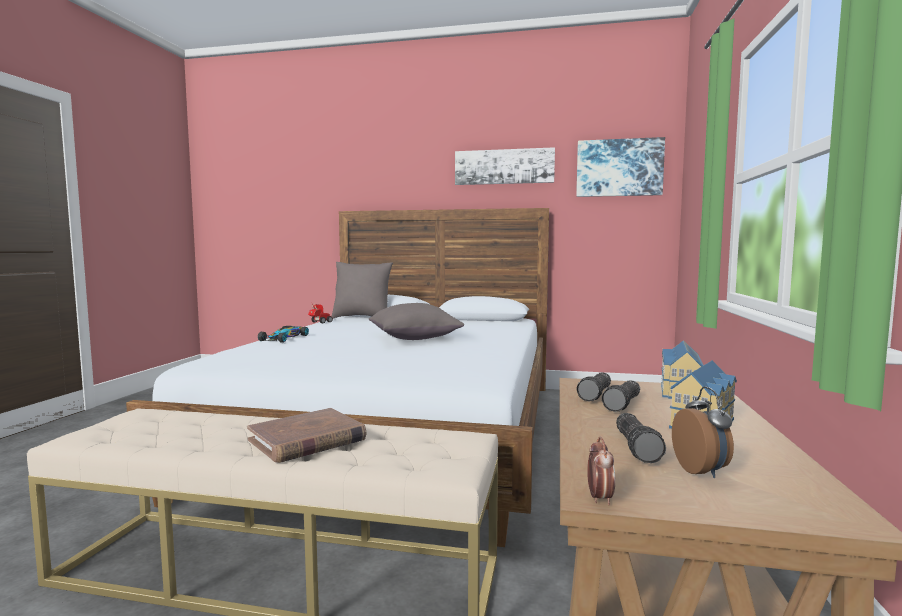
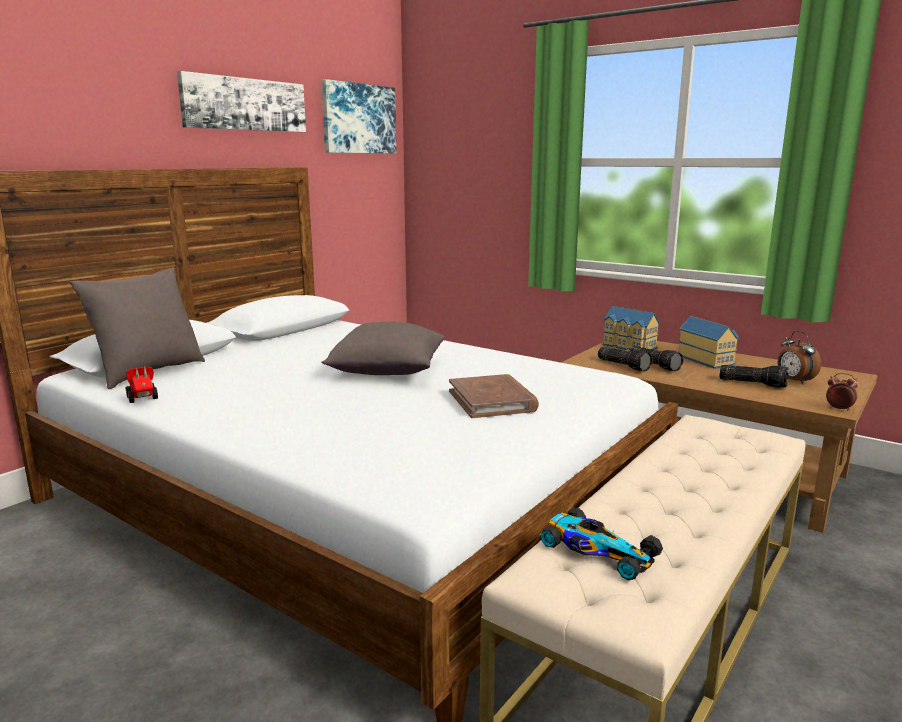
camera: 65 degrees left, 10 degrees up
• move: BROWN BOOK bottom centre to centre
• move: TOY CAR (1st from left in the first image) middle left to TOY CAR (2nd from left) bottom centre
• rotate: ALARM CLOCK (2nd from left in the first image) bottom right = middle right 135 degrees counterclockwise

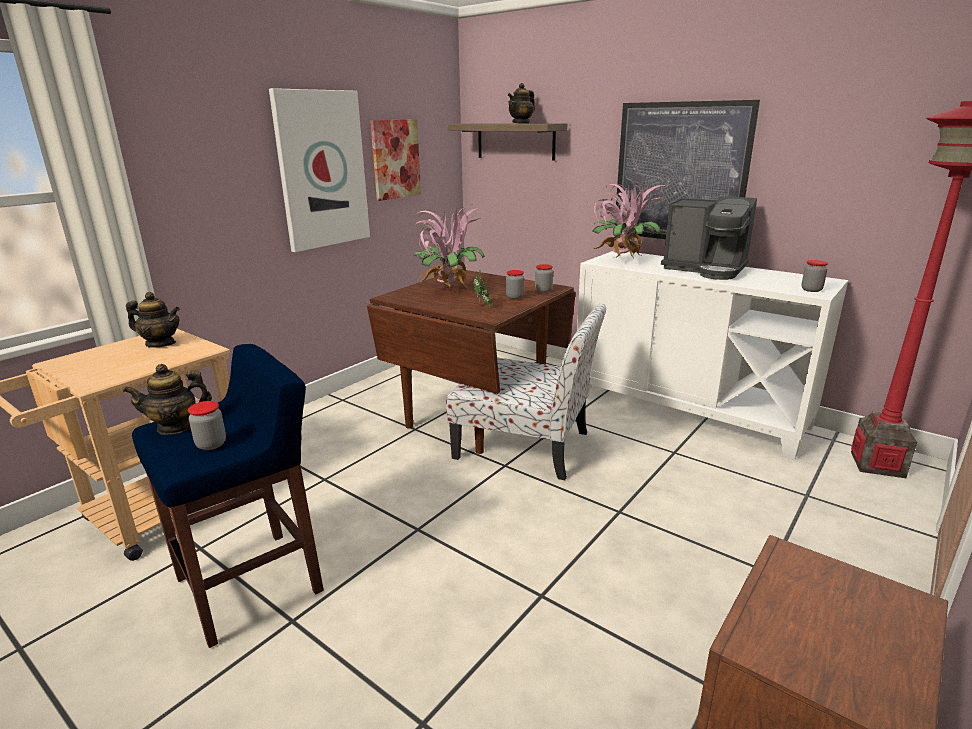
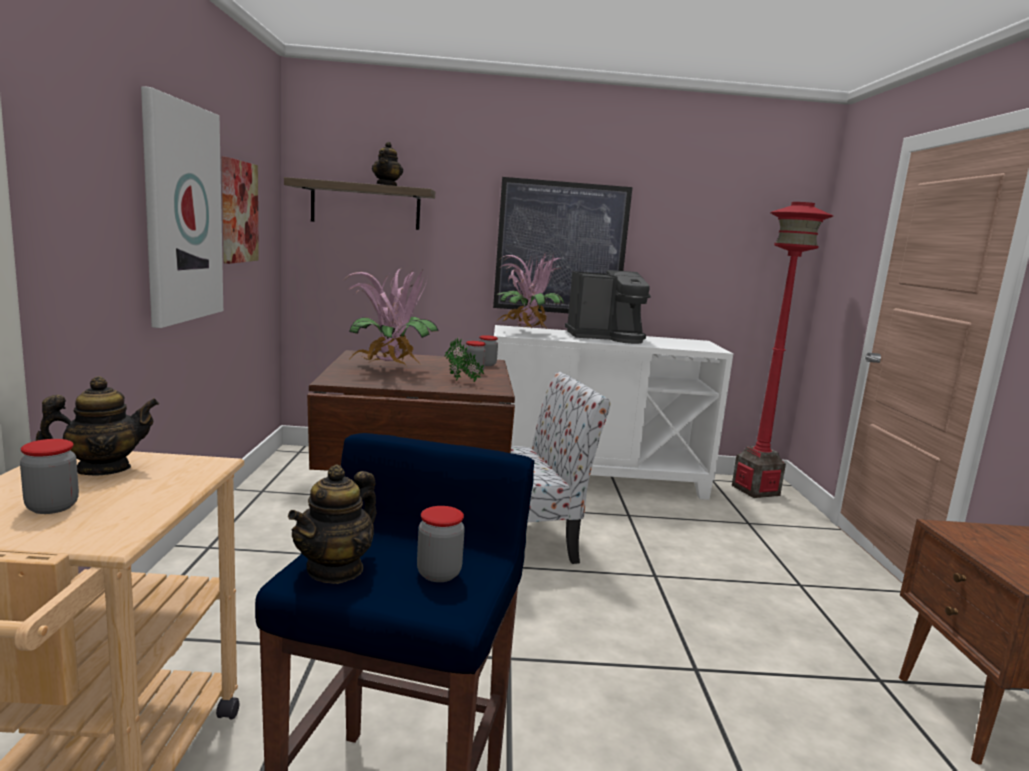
camera: 40 degrees left, 10 degrees down
• move: JAR (4th from left in the first image) middle right to JAR (1st from left) middle left

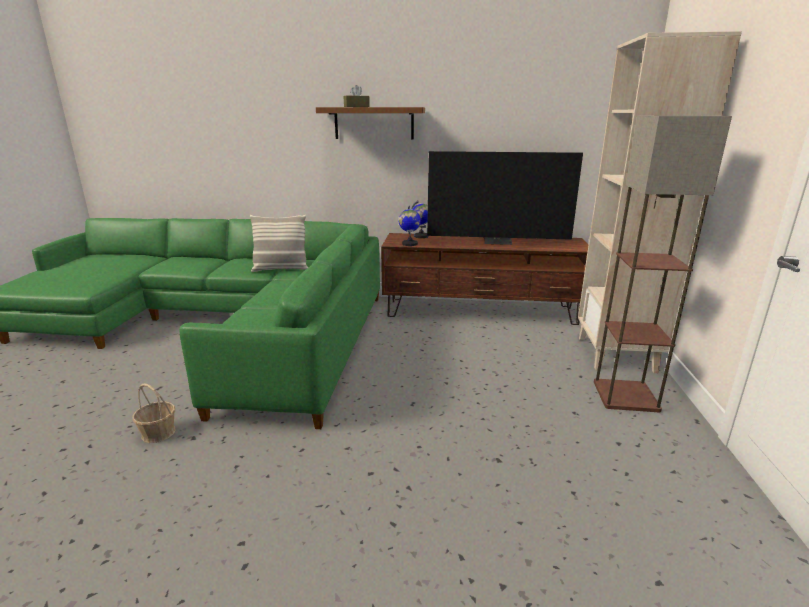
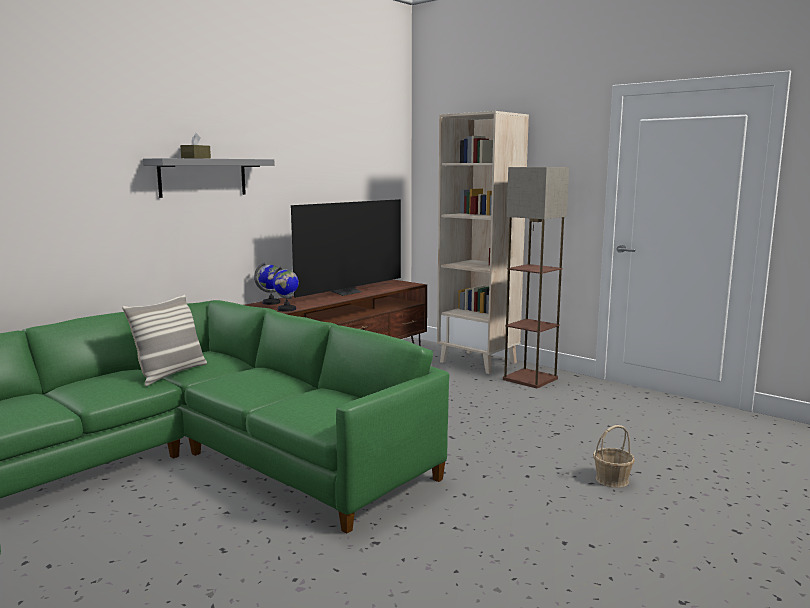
camera: 55 degrees left, 10 degrees down
• move: BASKET bottom left to bottom right
• recolor: BROWN SHELF top centre to GREY SHELF top left

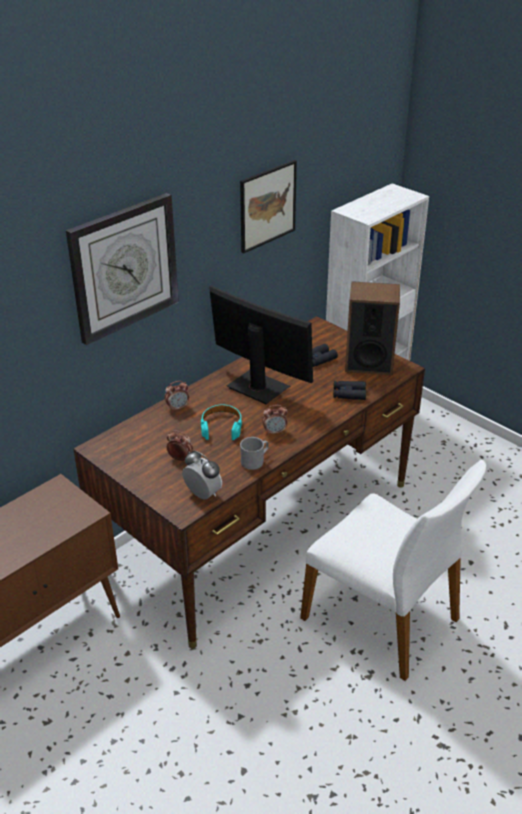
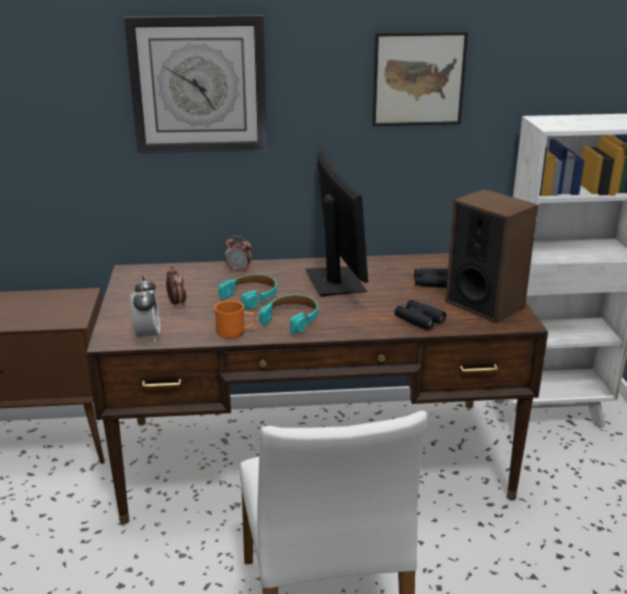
camera: 40 degrees right, 10 degrees down
• replace: ALARM CLOCK (4th from left) centre to TURQUOISE HEADPHONES (2nd from left) centre
• recolor: GREY MUG centre to ORANGE MUG centre

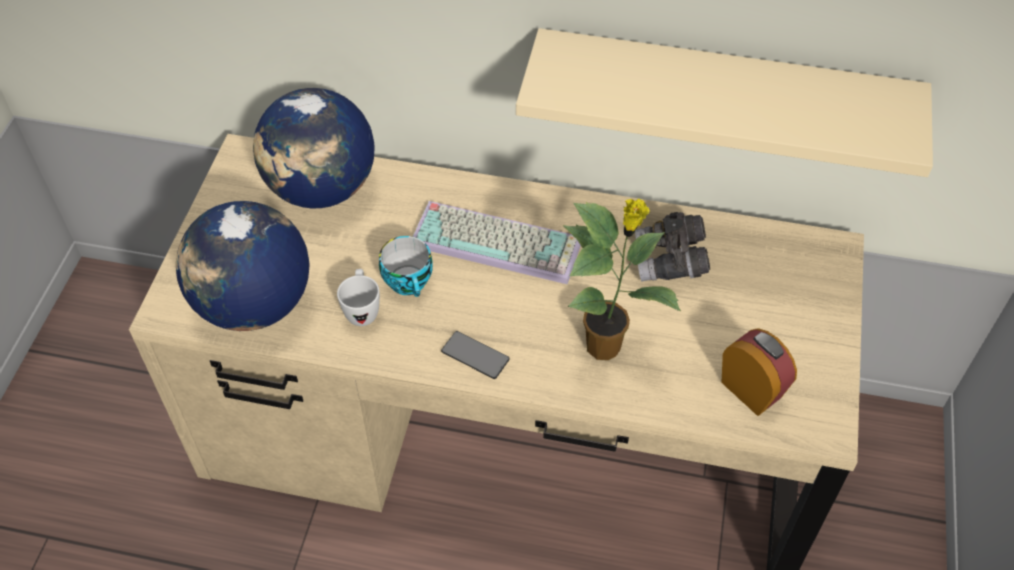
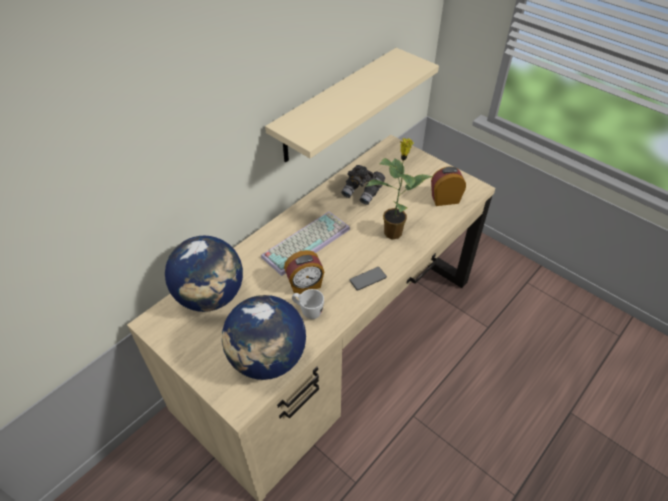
camera: 60 degrees left, 5 degrees down
• replace: CUP centre to ALARM CLOCK (1st from left) centre

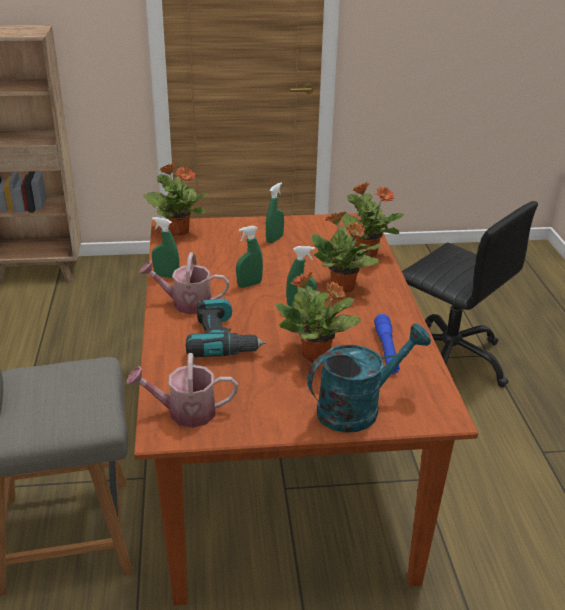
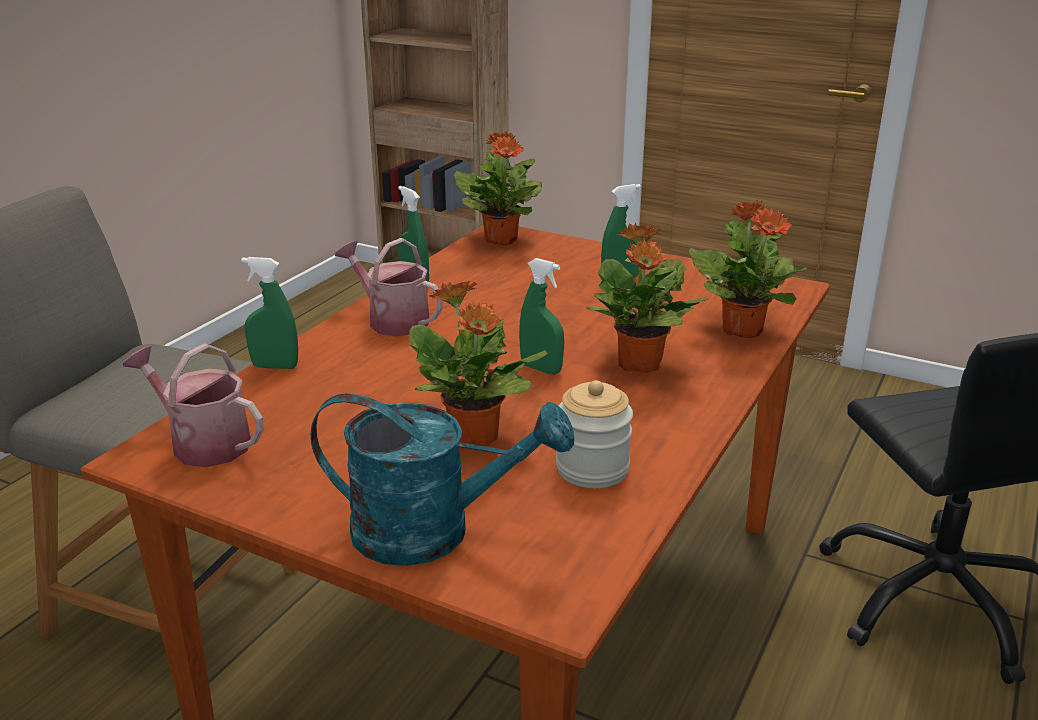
camera: 35 degrees right, 5 degrees down
• delete: POWER DRILL centre
• move: GREEN SPRAY BOTTLE (2nd from left in the first image) centre to GREEN SPRAY BOTTLE (1st from left) middle left
• replace: BLUE FLASHLIGHT middle right to JAR centre

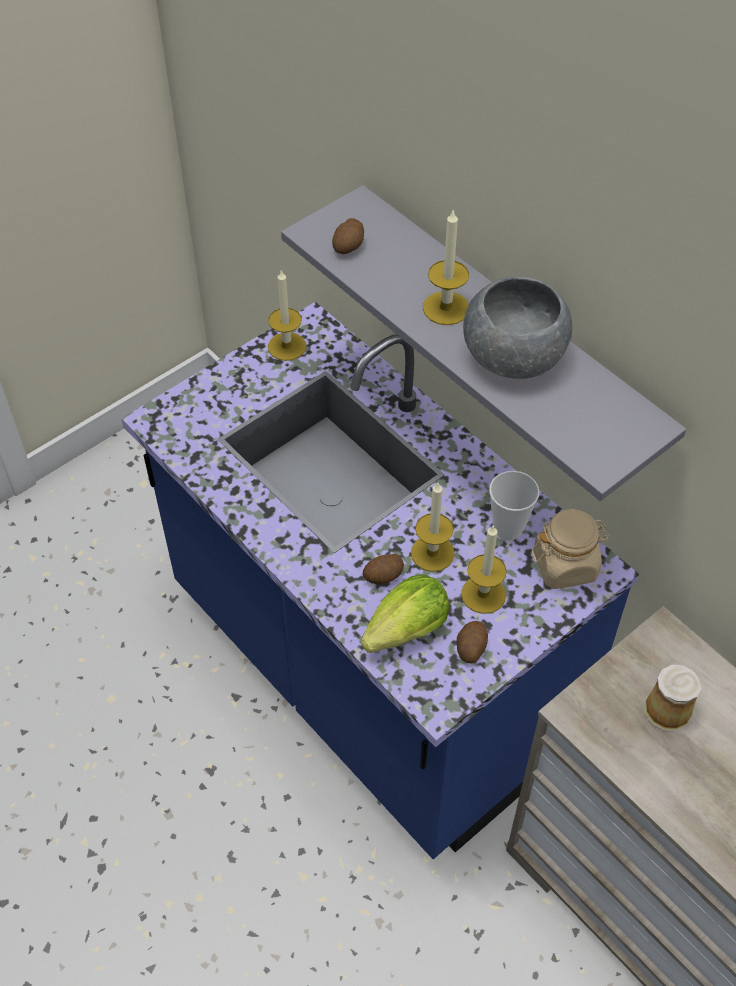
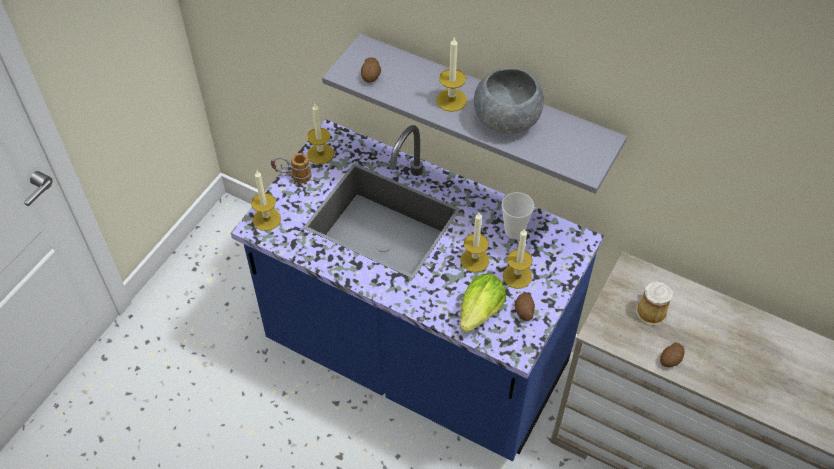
camera: 20 degrees left, 0 degrees up
• delete: BEIGE JAR middle right
• insert: CANDLE (1st from left) middle left
• insert: MUG (1st from left) centre
• move: POTATO (2nd from left in the first image) centre to POTATO (3rd from left) bottom right

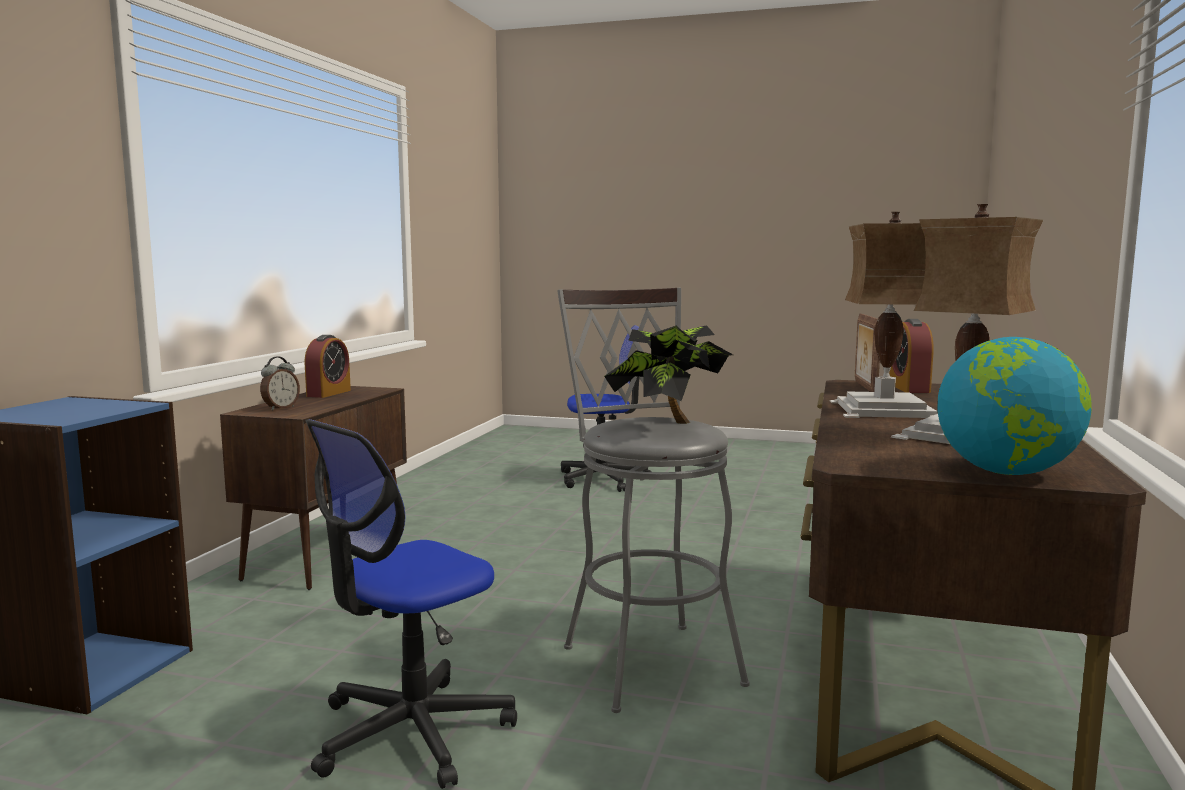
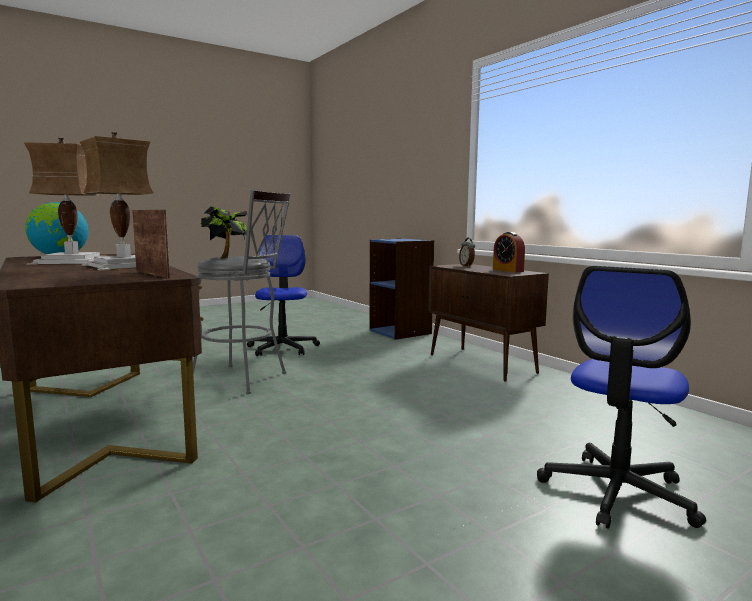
camera: 130 degrees right, 0 degrees up
• delete: ALARM CLOCK (3rd from left) middle right

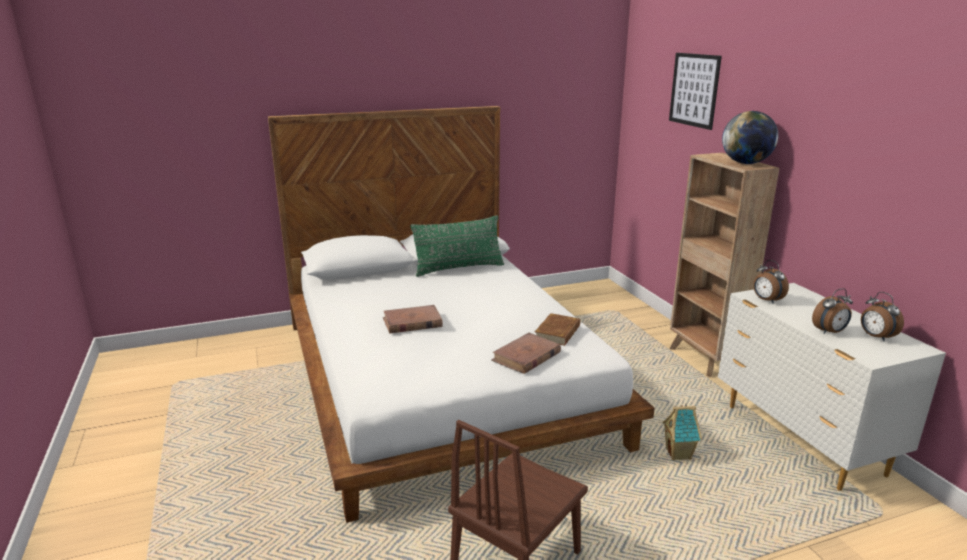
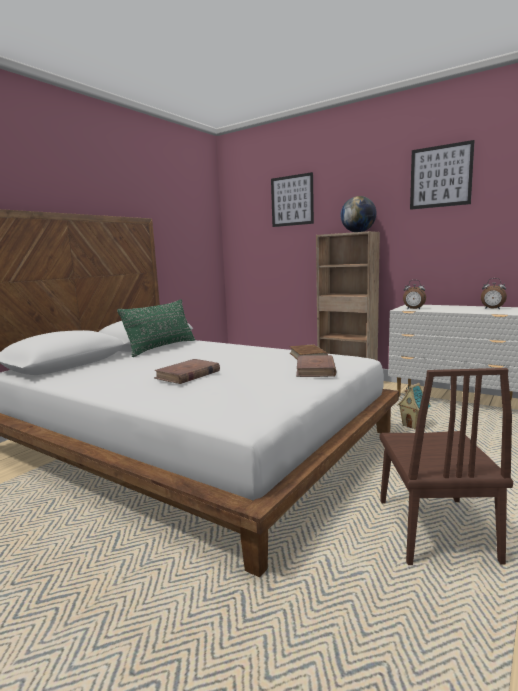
camera: 35 degrees left, 10 degrees down
• delete: ALARM CLOCK (2nd from left) middle right
• insert: PICTURE (2nd from left) top right

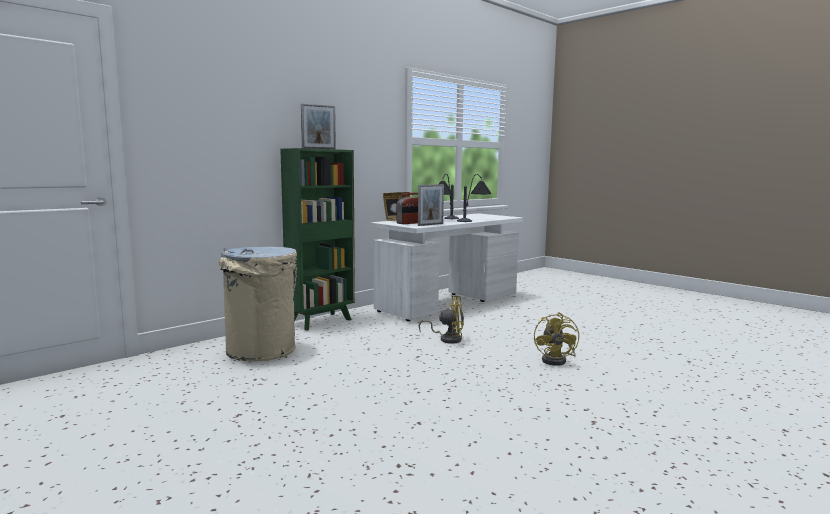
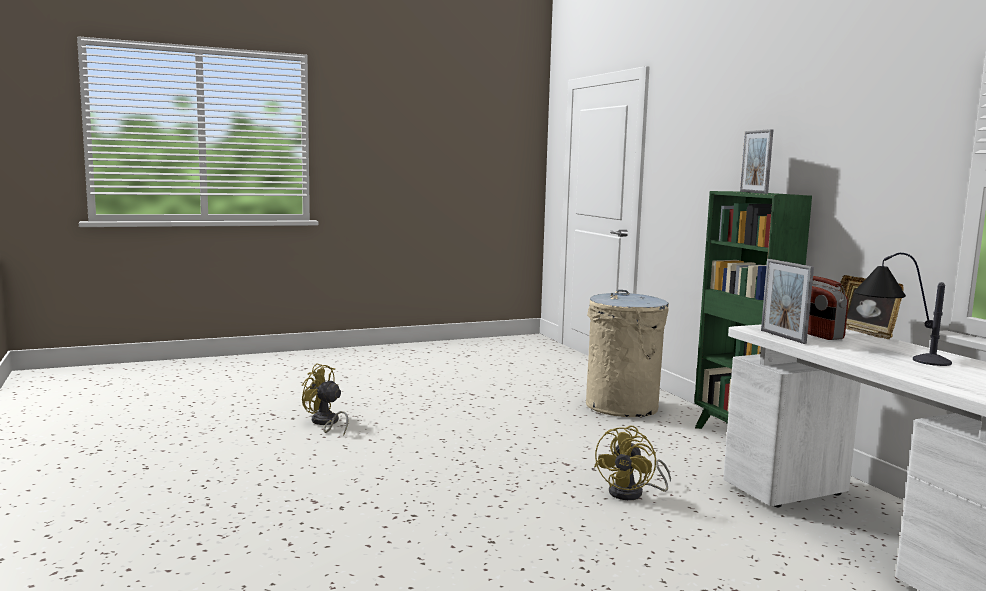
camera: 110 degrees right, 0 degrees up
• delete: TABLE LAMP (2nd from left) centre
• move: YELLOW FAN (2nd from left in the first image) middle right to YELLOW FAN (1st from left) bottom left

